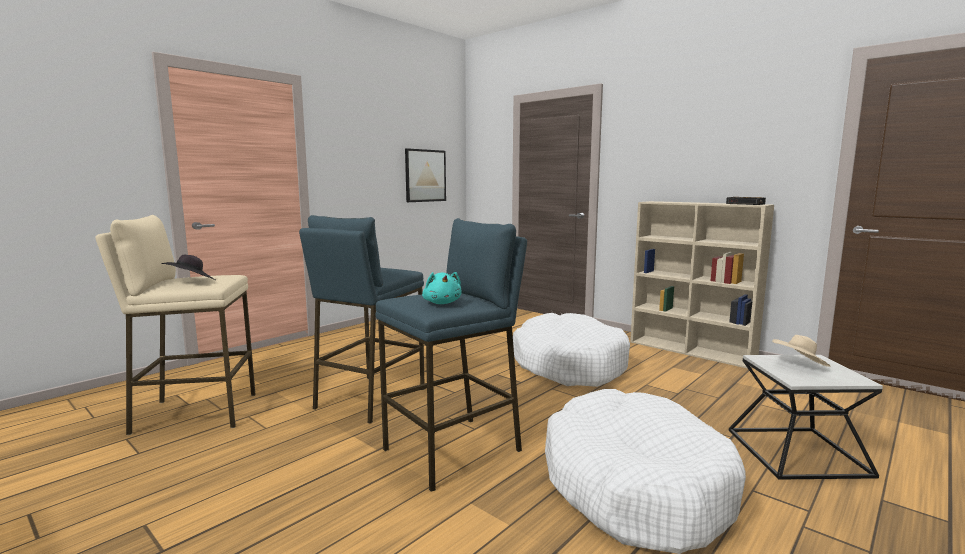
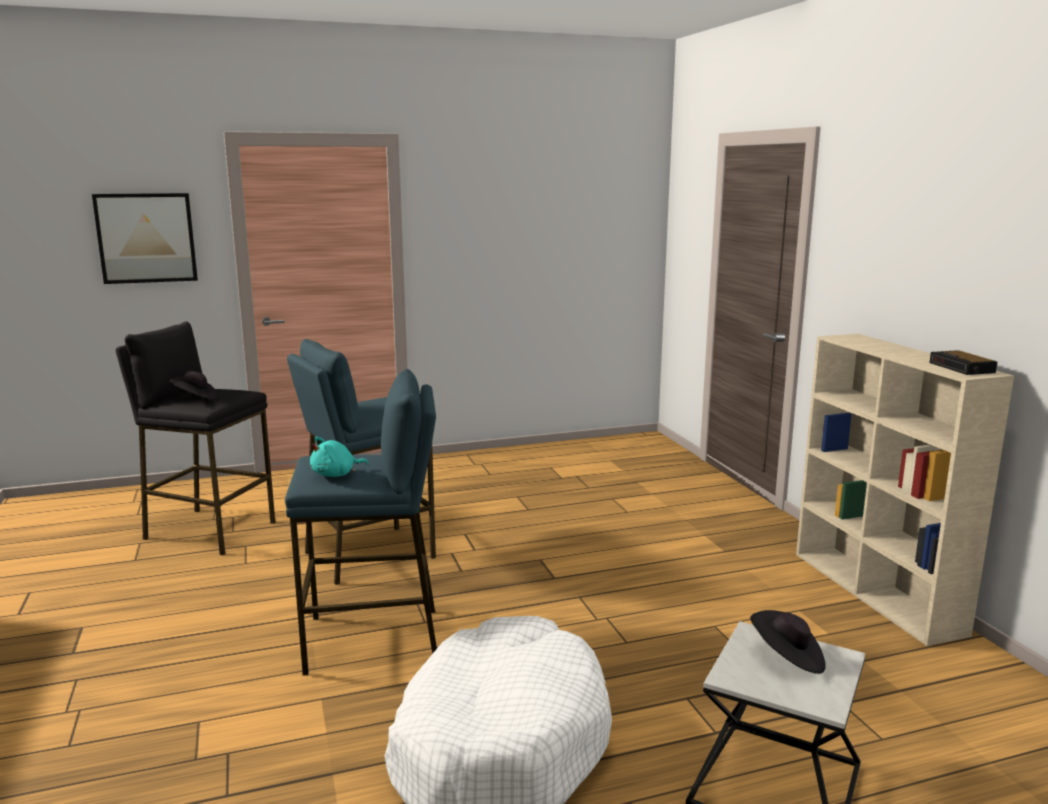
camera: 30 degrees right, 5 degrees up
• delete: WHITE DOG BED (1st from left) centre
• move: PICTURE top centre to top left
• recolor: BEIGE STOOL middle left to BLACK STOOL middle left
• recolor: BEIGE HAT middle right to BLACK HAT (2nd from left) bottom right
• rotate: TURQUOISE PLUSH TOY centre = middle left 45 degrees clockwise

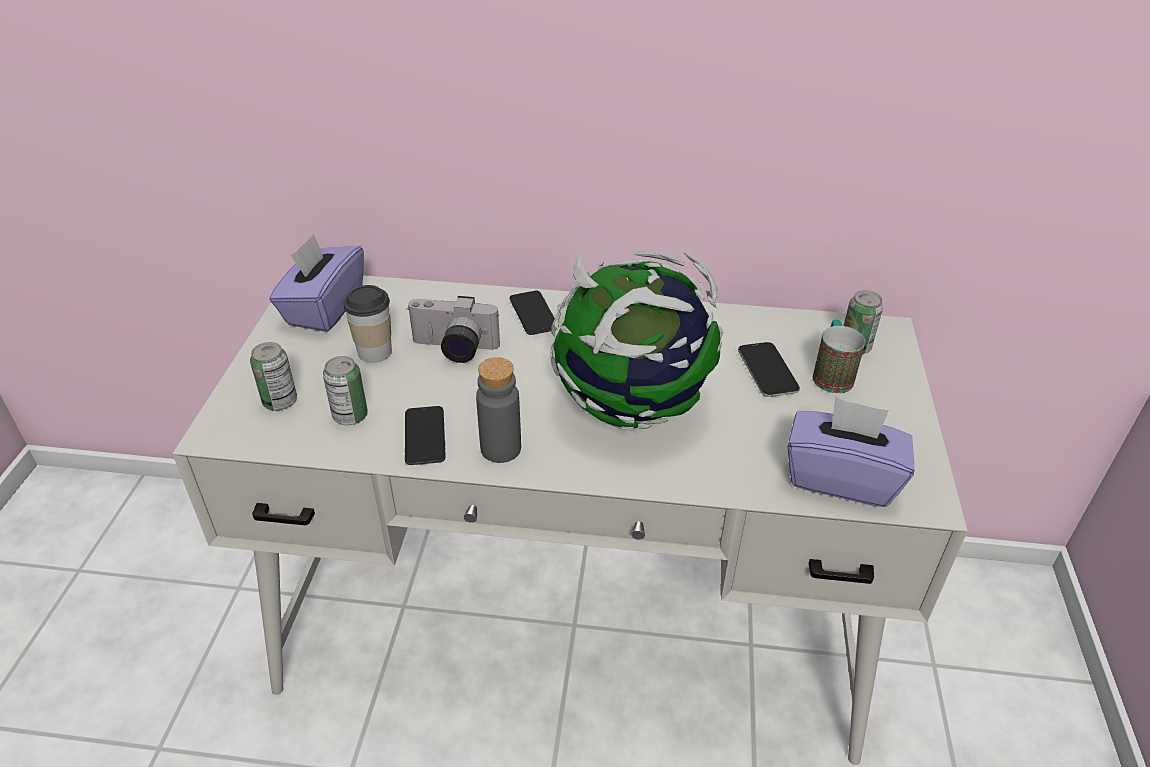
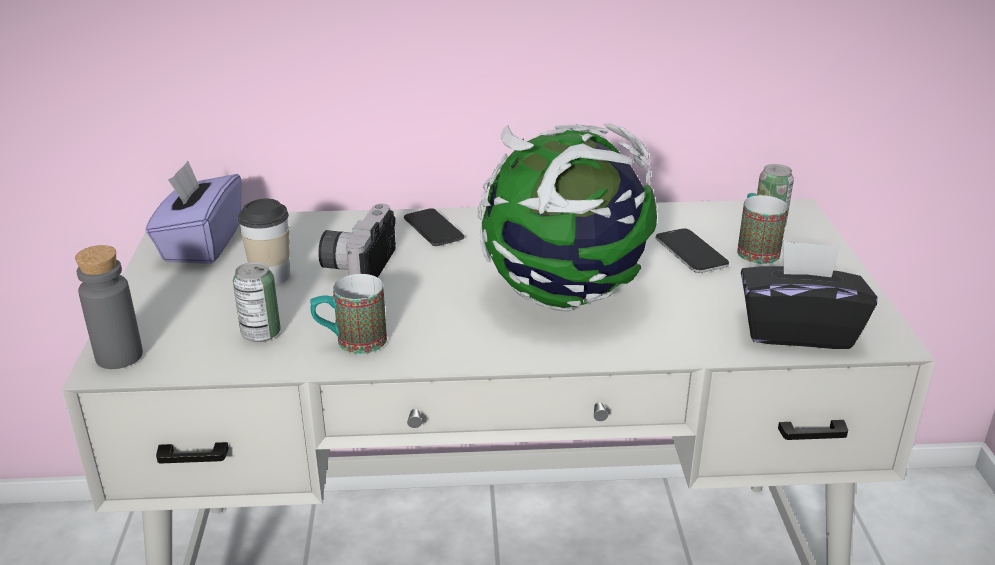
camera: 10 degrees left, 10 degrees down
• delete: CAN (1st from left) middle left
• move: GREY BOTTLE centre to middle left
• replace: PHONE (1st from left) centre to MUG (1st from left) centre
• recolor: PURPLE TISSUE BOX (2nd from left) middle right to BLACK TISSUE BOX middle right
• rotate: PHOTO CAMERA centre = centre 105 degrees clockwise

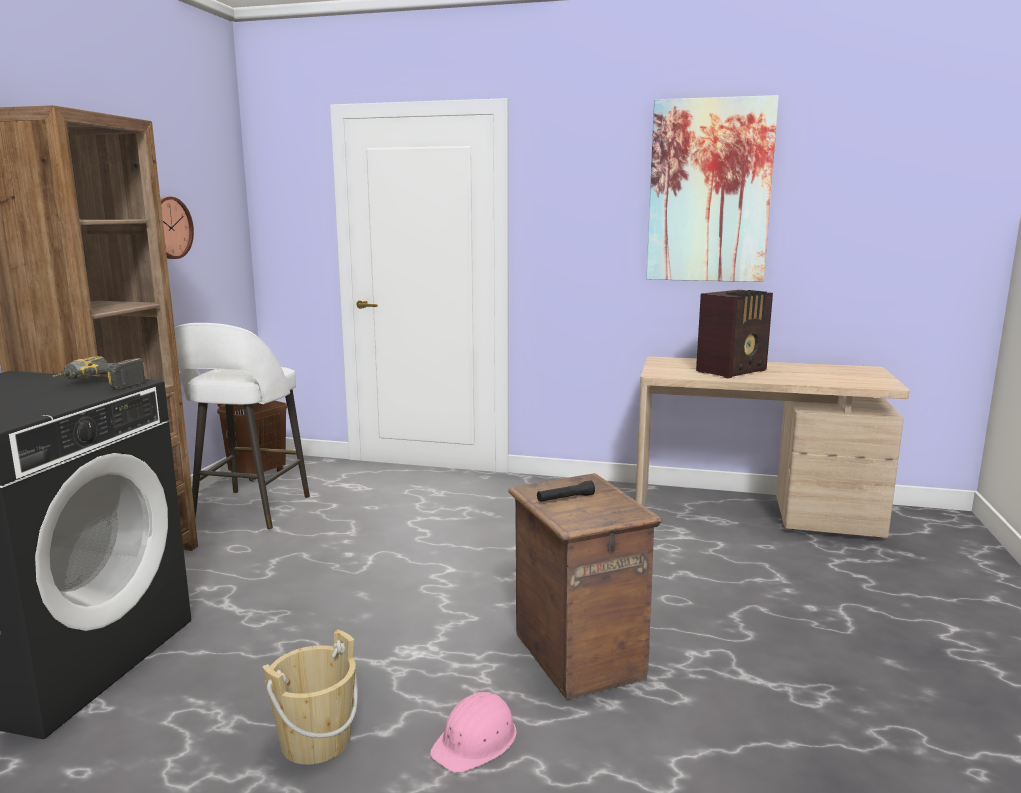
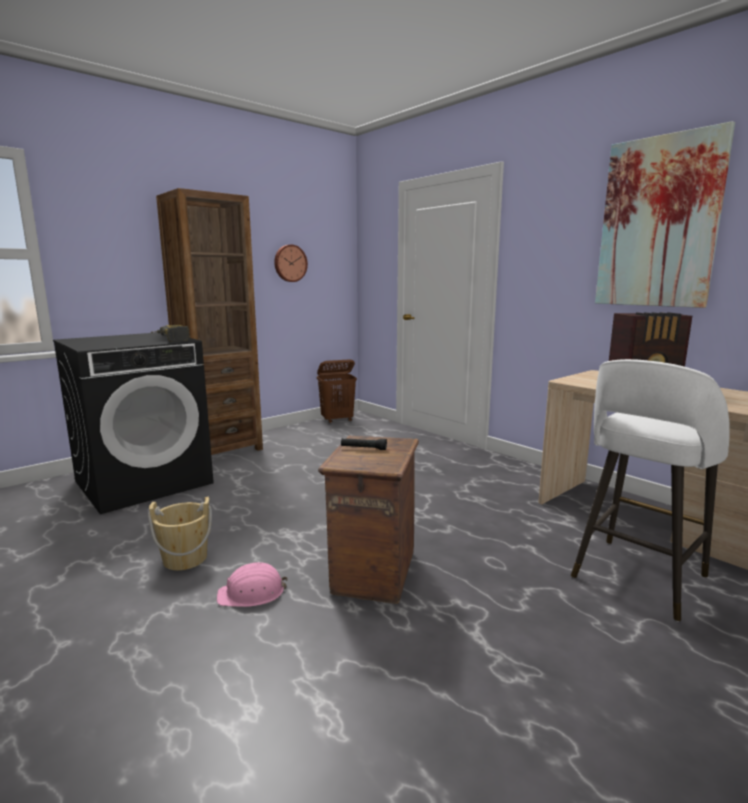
camera: 35 degrees right, 0 degrees up
• move: WHITE STOOL middle left to middle right

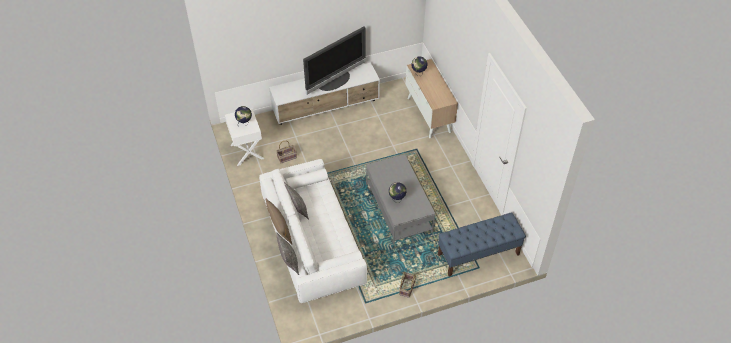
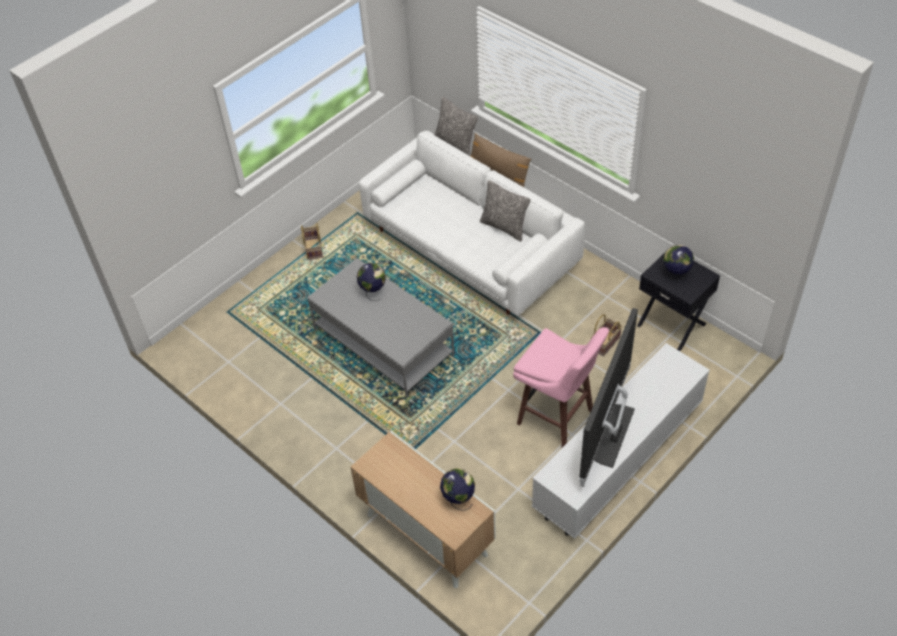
camera: 155 degrees right, 0 degrees up
• delete: BLUE BENCH bottom centre
• insert: PINK STOOL centre
• recolor: WHITE NIGHTSTAND centre to BLACK NIGHTSTAND middle right

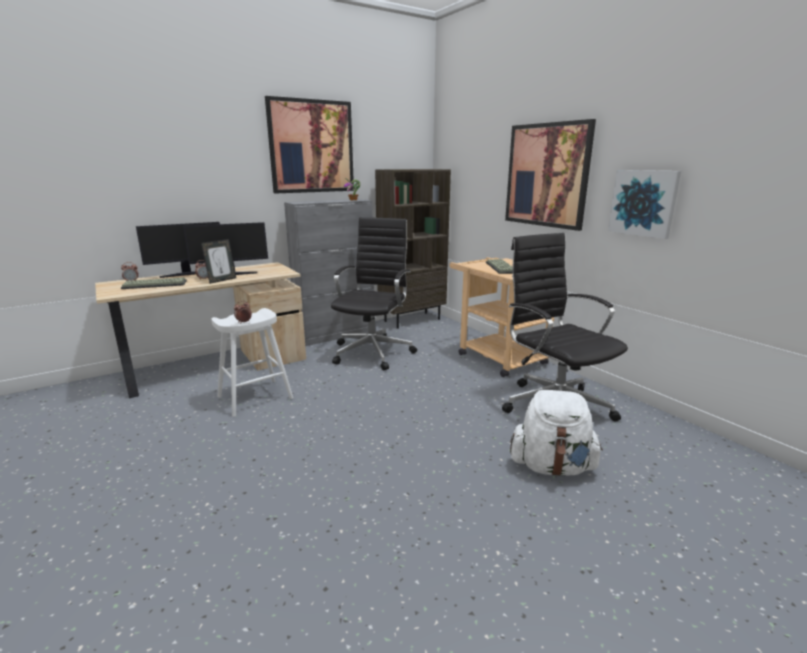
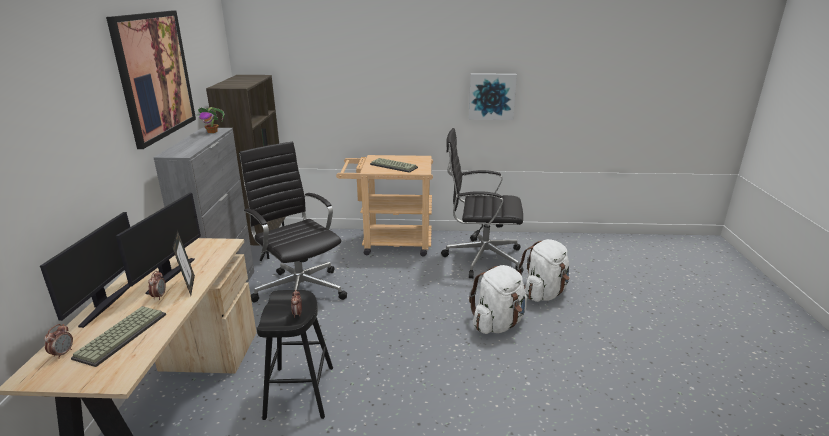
camera: 55 degrees left, 5 degrees up
• delete: PICTURE (2nd from left) top right
• insert: WHITE BACKPACK (1st from left) bottom centre
• recolor: WHITE STOOL middle left to BLACK STOOL bottom centre

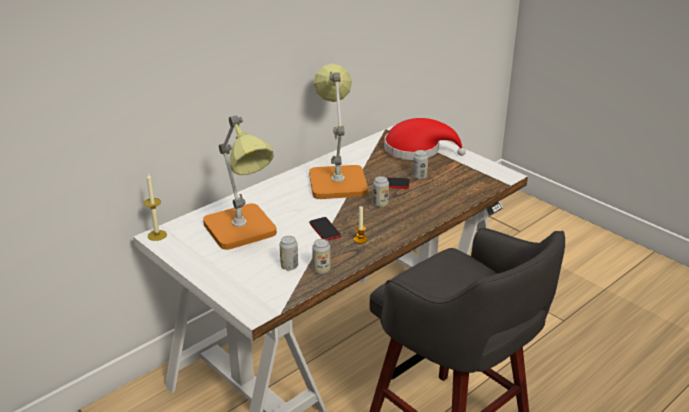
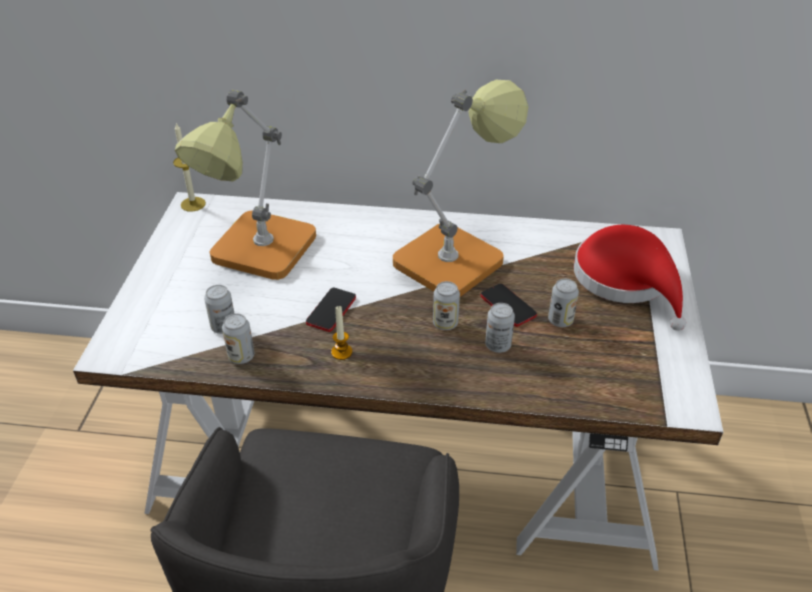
camera: 50 degrees right, 10 degrees up
• insert: CAN (4th from left) centre

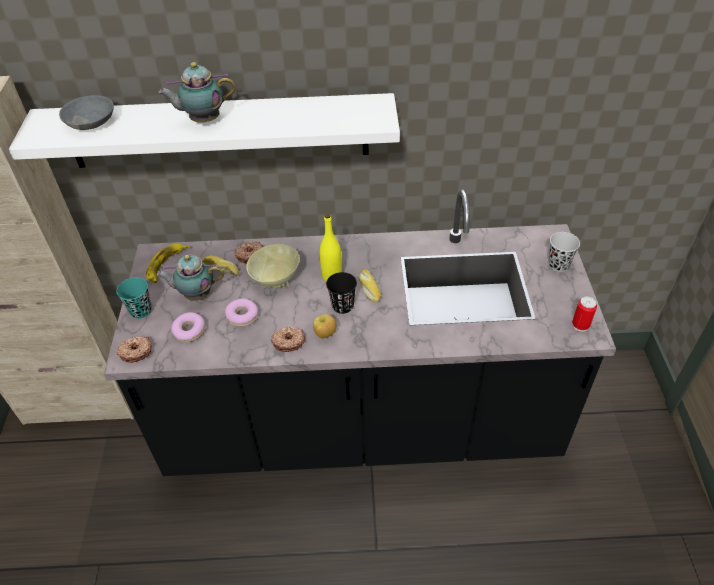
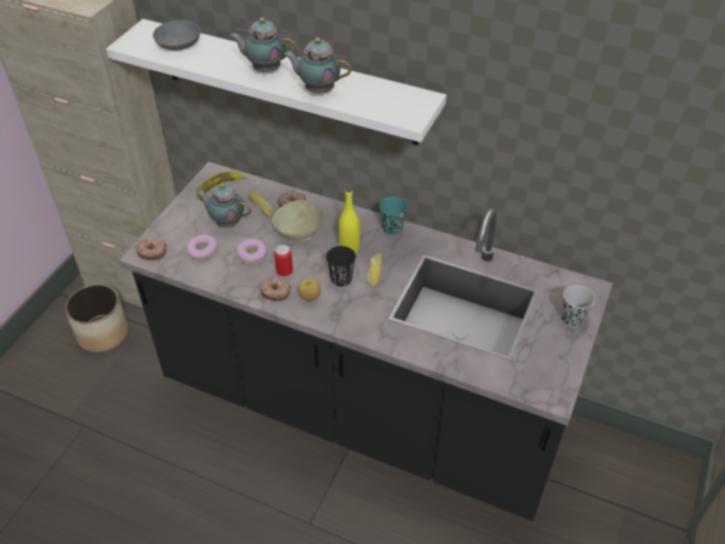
camera: 25 degrees right, 0 degrees up
• insert: PLANTER middle left
• insert: TEAPOT (3rd from left) top centre
• move: TURQUOISE CUP middle left to centre
• move: CAN middle right to centre

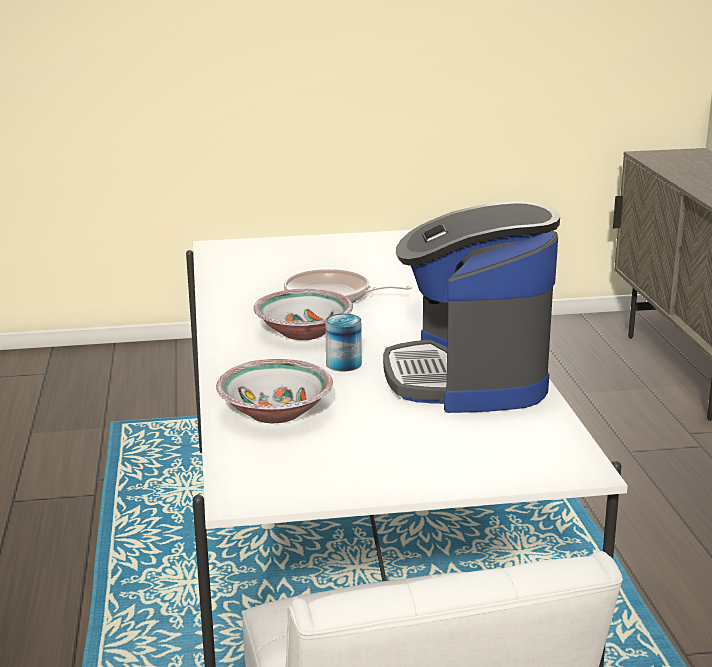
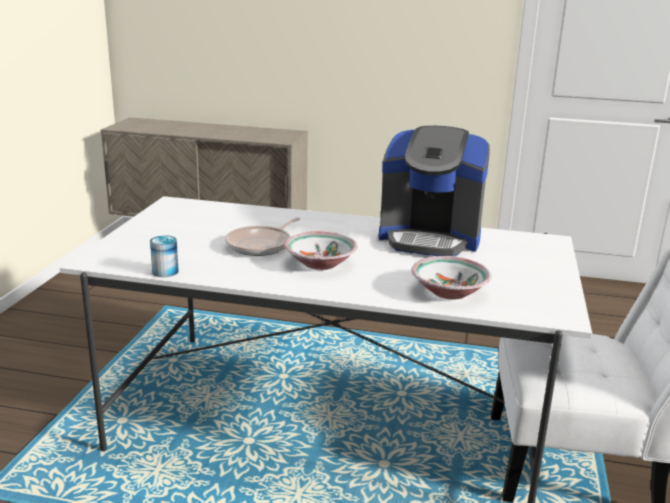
camera: 70 degrees left, 0 degrees up
• move: CAN centre to middle left

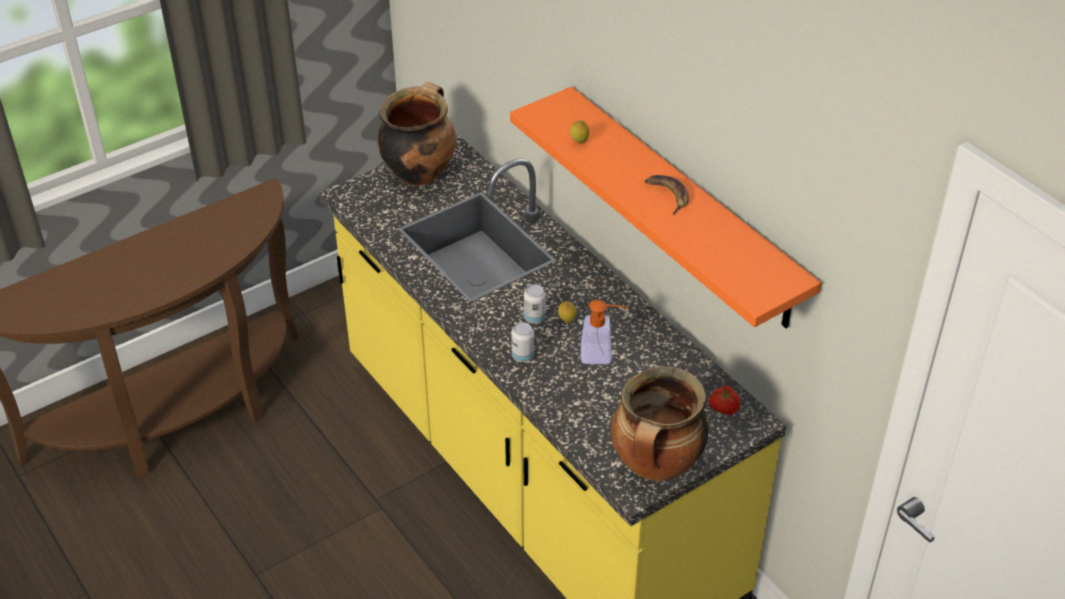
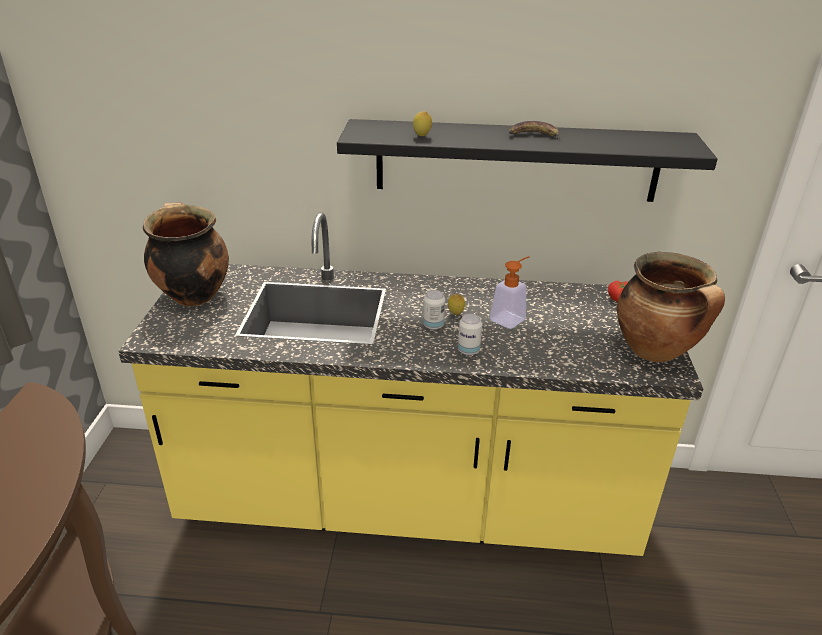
camera: 50 degrees left, 10 degrees down
• recolor: ORANGE SHELF centre to BLACK SHELF top centre

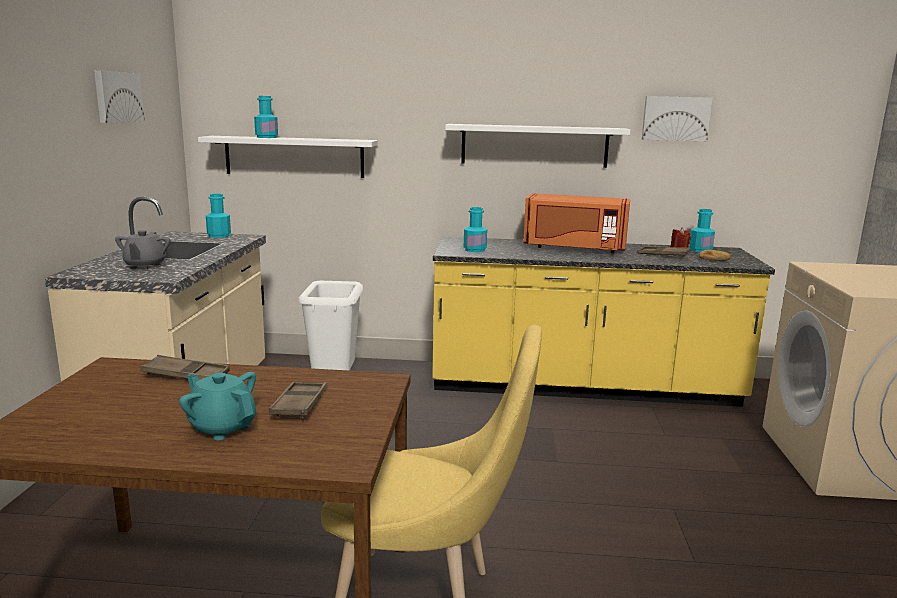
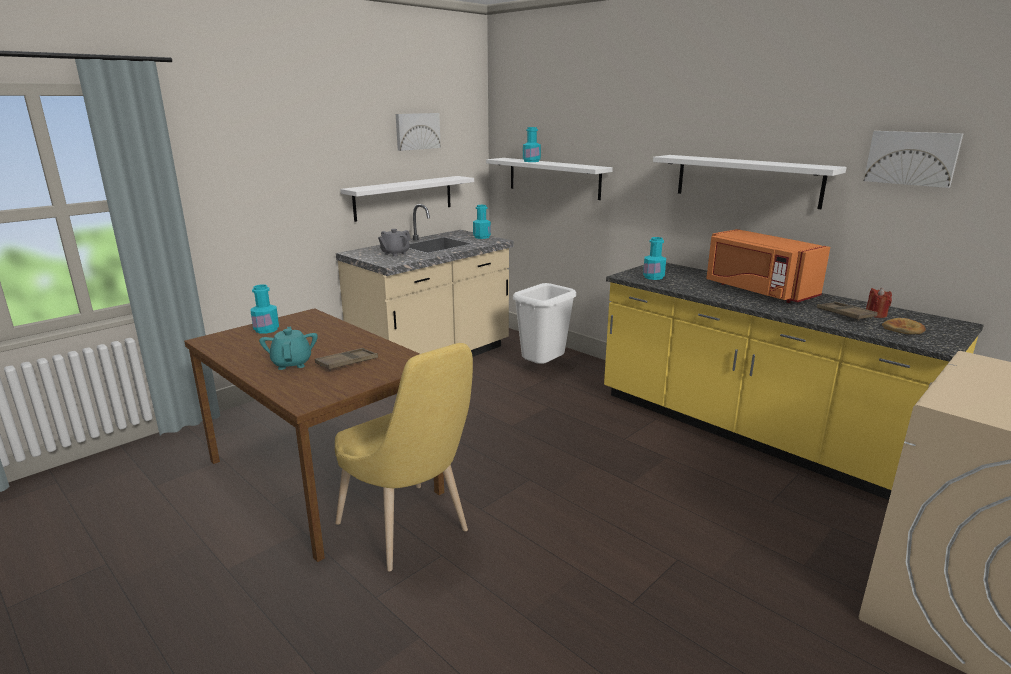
camera: 40 degrees right, 5 degrees up
• delete: BROWN TRAY (1st from left) middle left
• insert: WHITE SHELF (1st from left) top centre
• move: TURQUOISE BOTTLE (4th from left in the first image) middle right to TURQUOISE BOTTLE (1st from left) middle left

